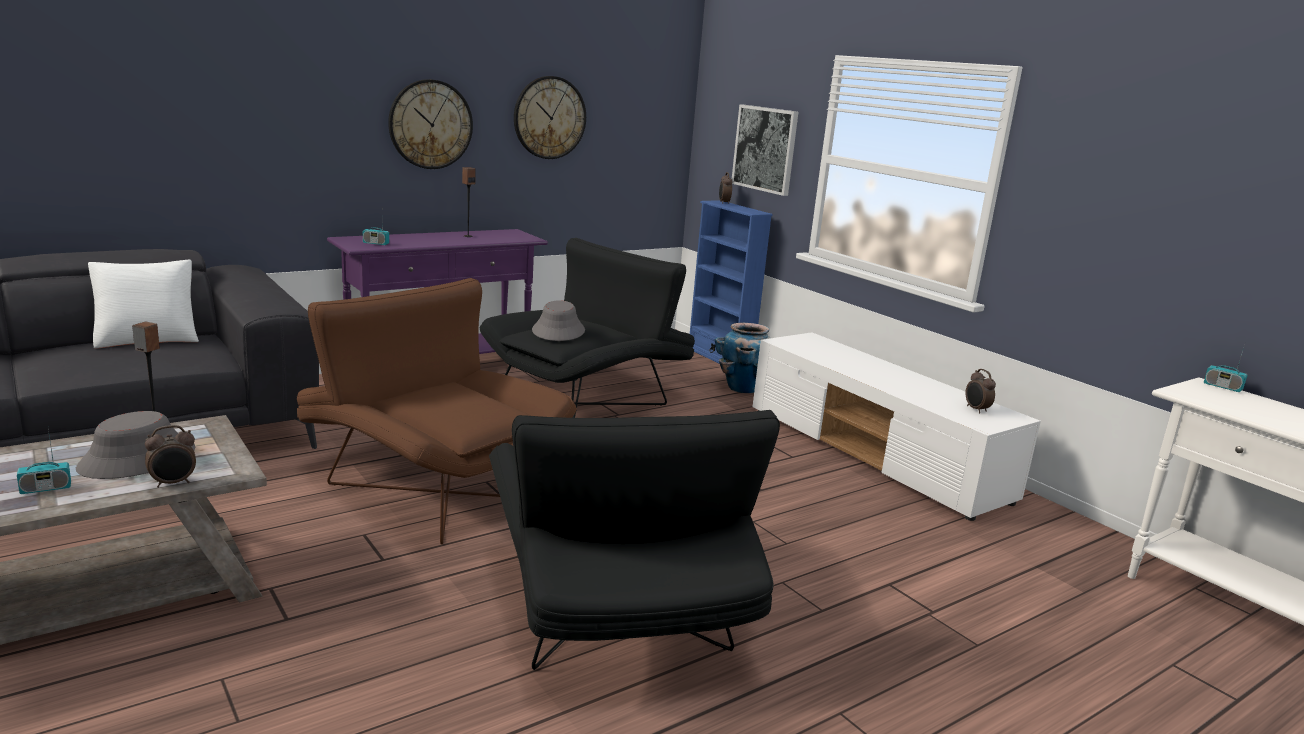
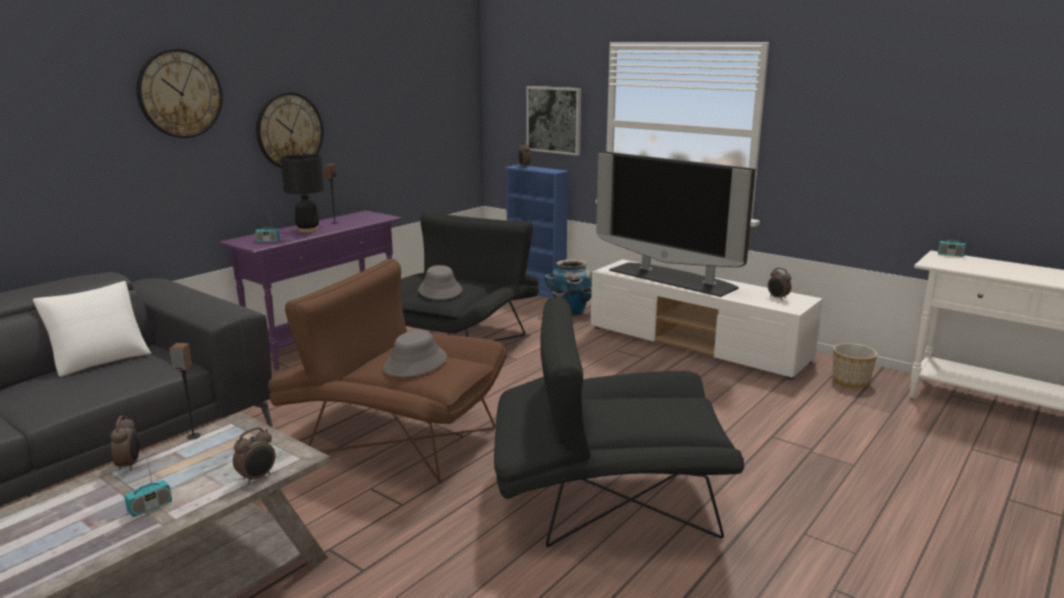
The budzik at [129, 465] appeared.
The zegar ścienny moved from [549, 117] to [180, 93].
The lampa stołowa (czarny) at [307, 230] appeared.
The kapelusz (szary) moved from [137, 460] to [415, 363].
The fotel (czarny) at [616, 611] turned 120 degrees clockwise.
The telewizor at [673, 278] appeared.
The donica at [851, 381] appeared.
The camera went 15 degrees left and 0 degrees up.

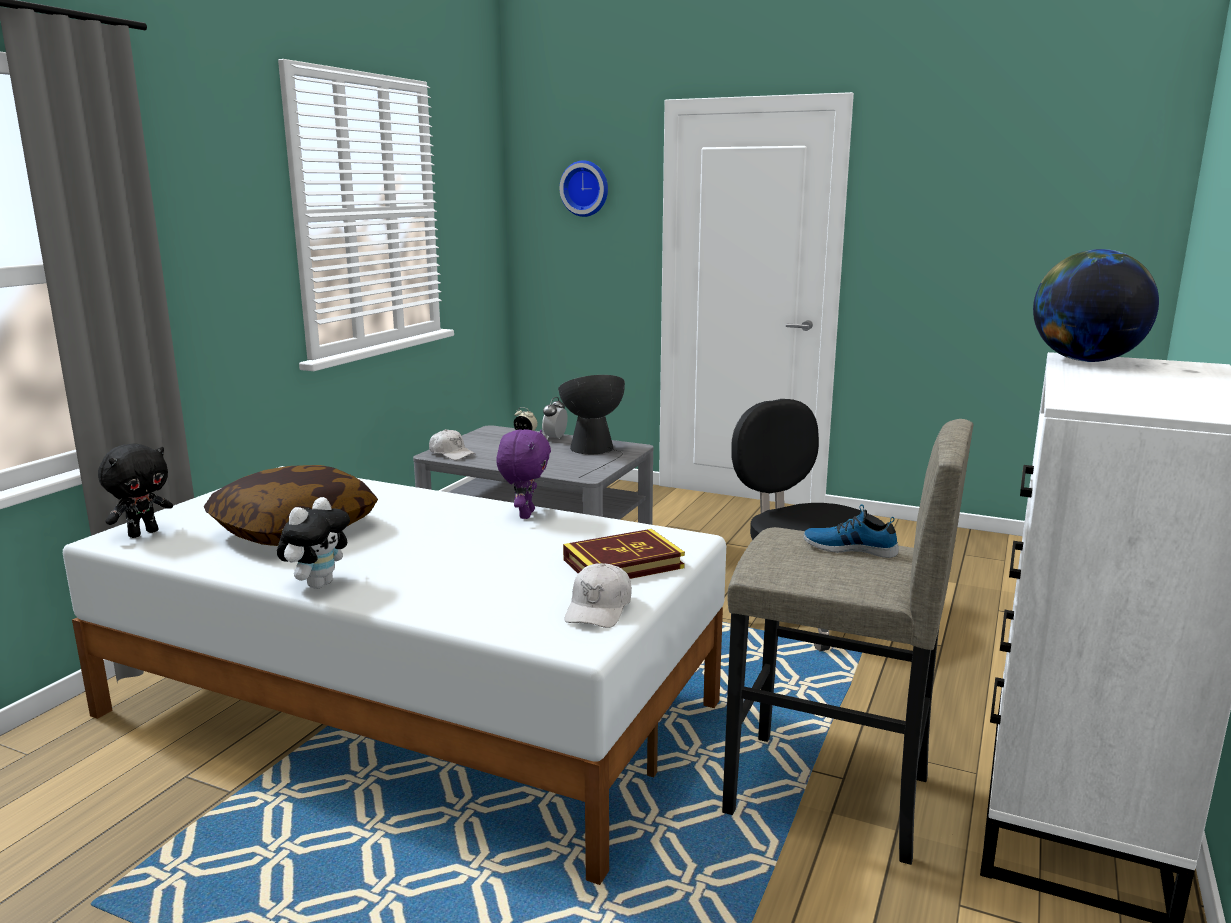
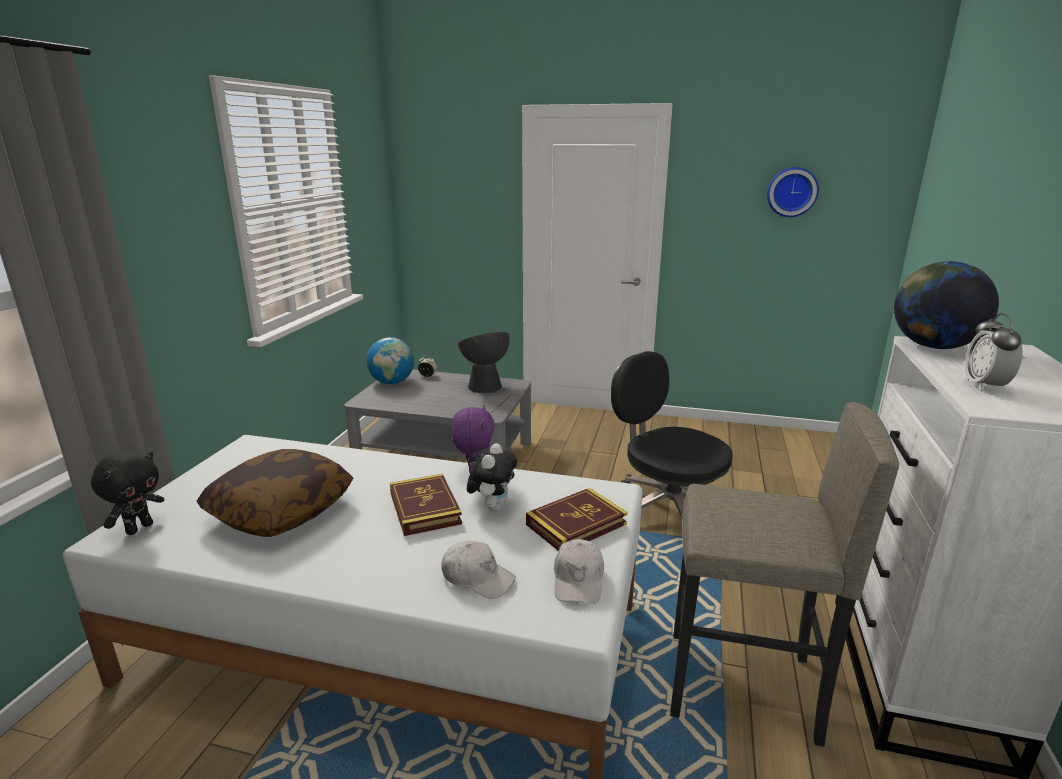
The globus at [392, 382] appeared.
The książka at [424, 508] appeared.
The czapka z daszkiem (biały) moved from [451, 454] to [477, 578].
The pluszak moved from [318, 584] to [493, 506].
The zegar ścienny moved from [585, 188] to [791, 192].
The budzik moved from [555, 438] to [984, 386].
The but at [850, 548] disappeared.
The camera went 10 degrees left and 5 degrees up.

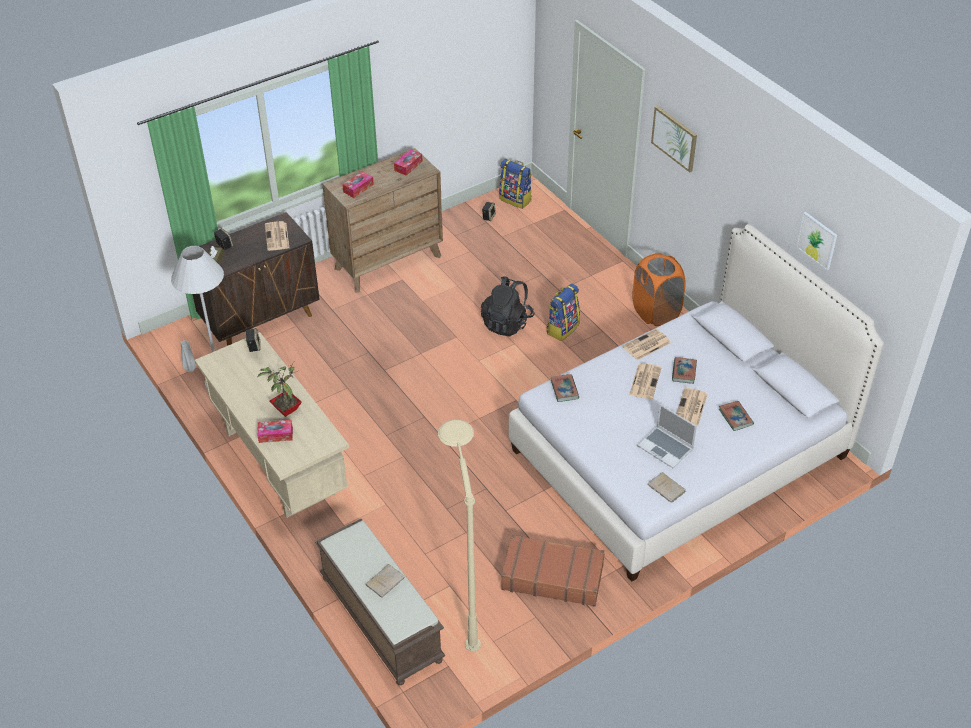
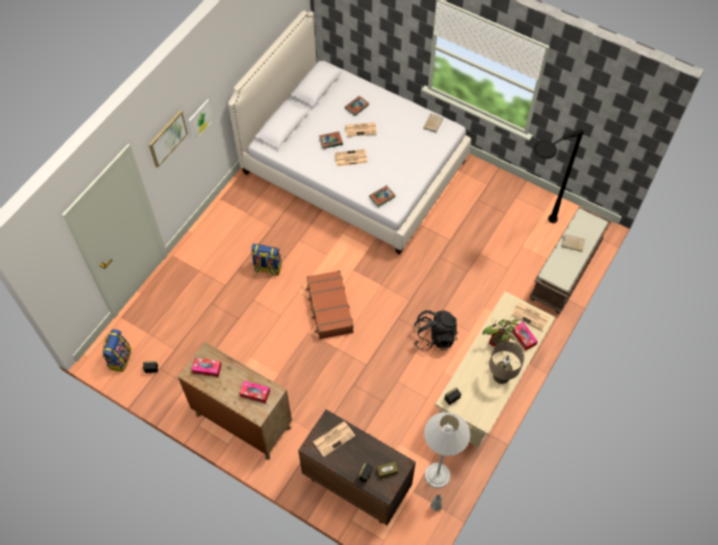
The obraz moved from [817, 240] to [200, 119].
The walizka (brązowy) moved from [552, 577] to [329, 308].
The plecak (czarny) moved from [507, 323] to [434, 337].
The lampa stołowa (beżowy) at [501, 376] appeared.
The gazeta moved from [646, 345] to [531, 316].
The lampa stojąca (beżowy) at [464, 603] became the lampa stojąca (czarny) at [529, 234].
The kosz na pranie (pomarańczowy) at [656, 312] disappeared.
The laptop at [666, 448] disappeared.
The camera went 115 degrees left and 15 degrees up.

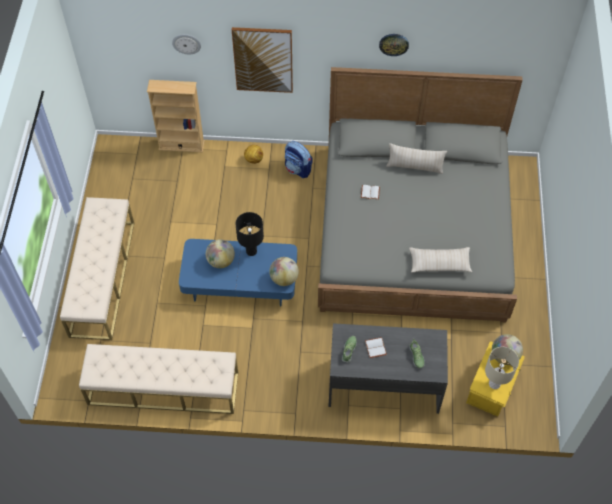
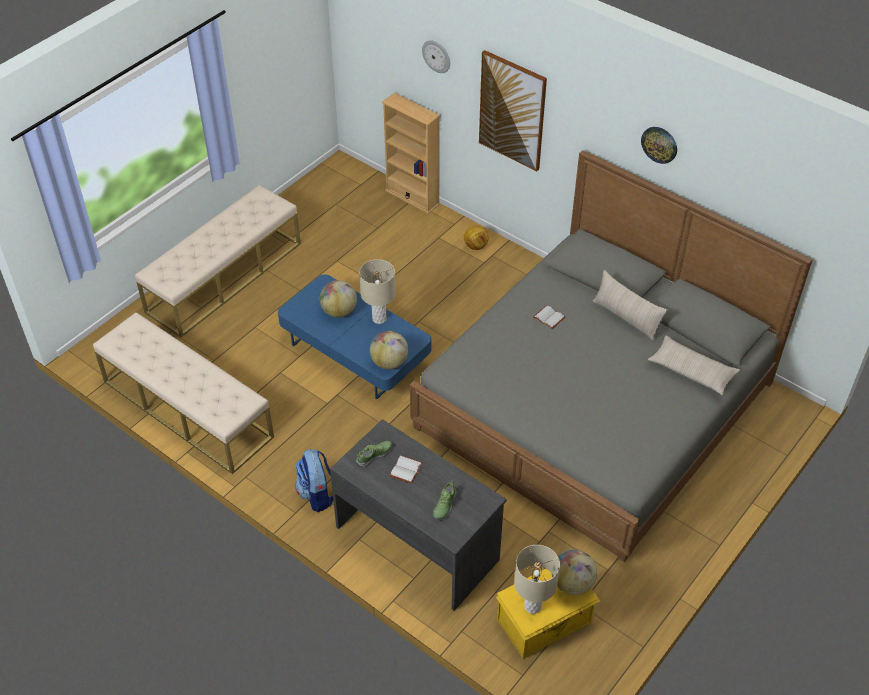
The plecak moved from [298, 169] to [318, 495].
The lampa stołowa (czarny) at [251, 251] became the lampa stołowa (beżowy) at [379, 319].
The poduszka (beżowy) moved from [439, 263] to [692, 371].
The camera went 35 degrees right and 10 degrees down.

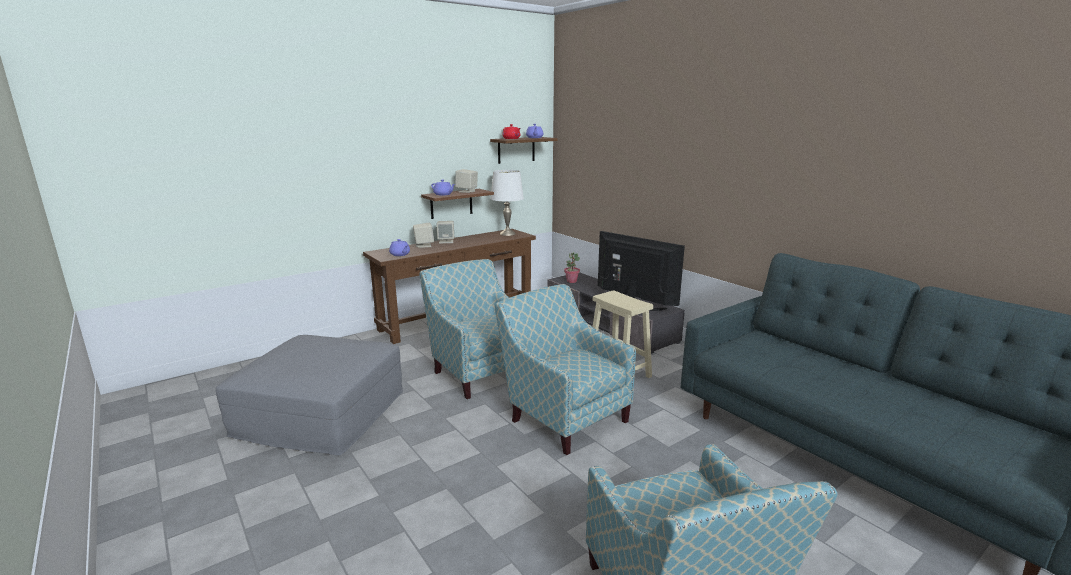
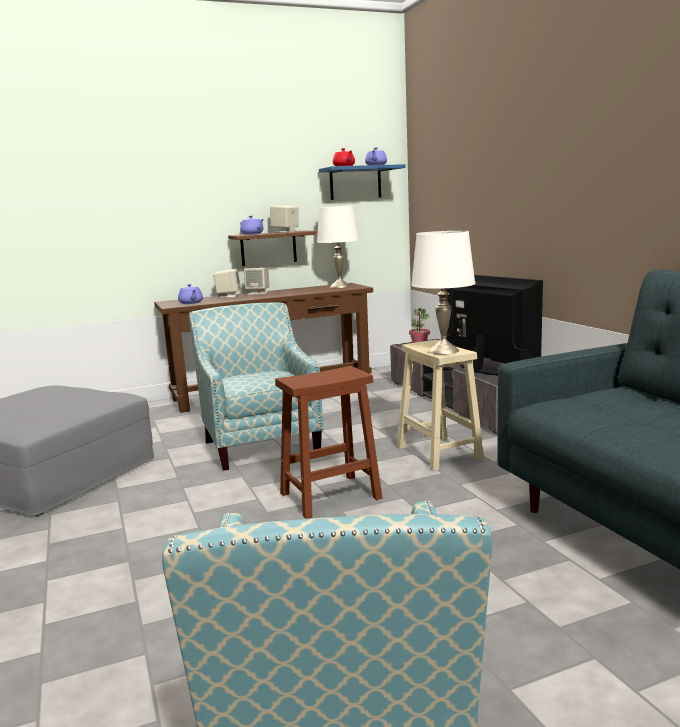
The fotel at [563, 416] was replaced by the stołek (brązowy) at [331, 495].
The półka (brązowy) at [516, 150] became the półka (niebieski) at [355, 183].
The lampa stołowa (biały) at [444, 351] appeared.
The camera went 15 degrees right and 5 degrees down.

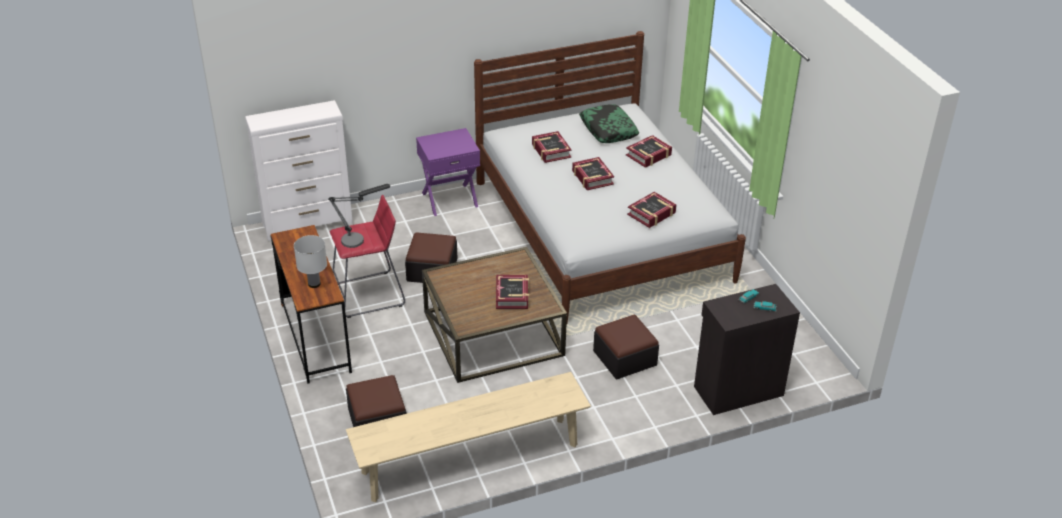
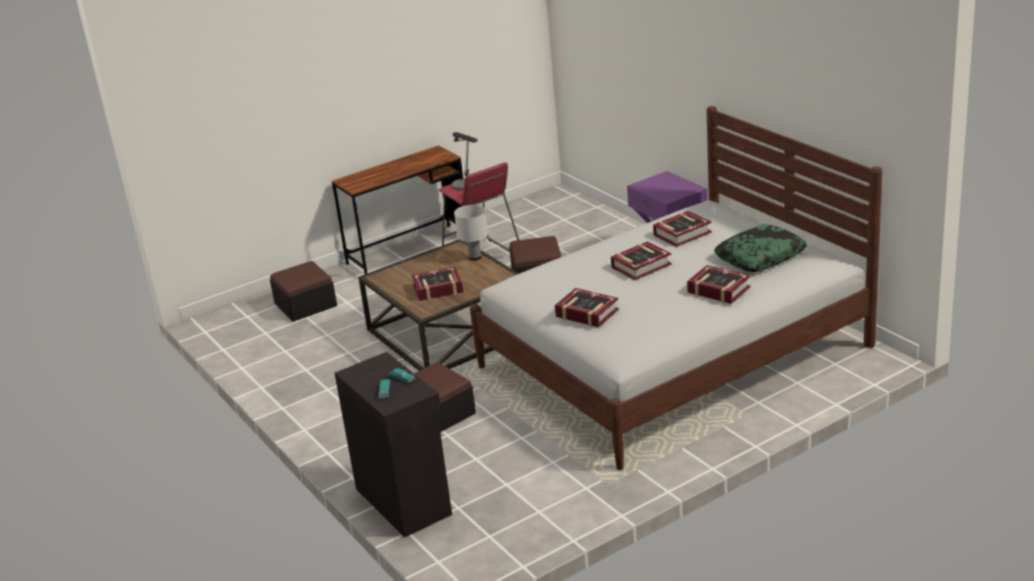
The lampa stołowa (biały) moved from [314, 284] to [474, 257].
The komoda (biały) at [308, 224] disappeared.
The ławka (beżowy) at [470, 459] disappeared.
The camera went 80 degrees right and 10 degrees down.

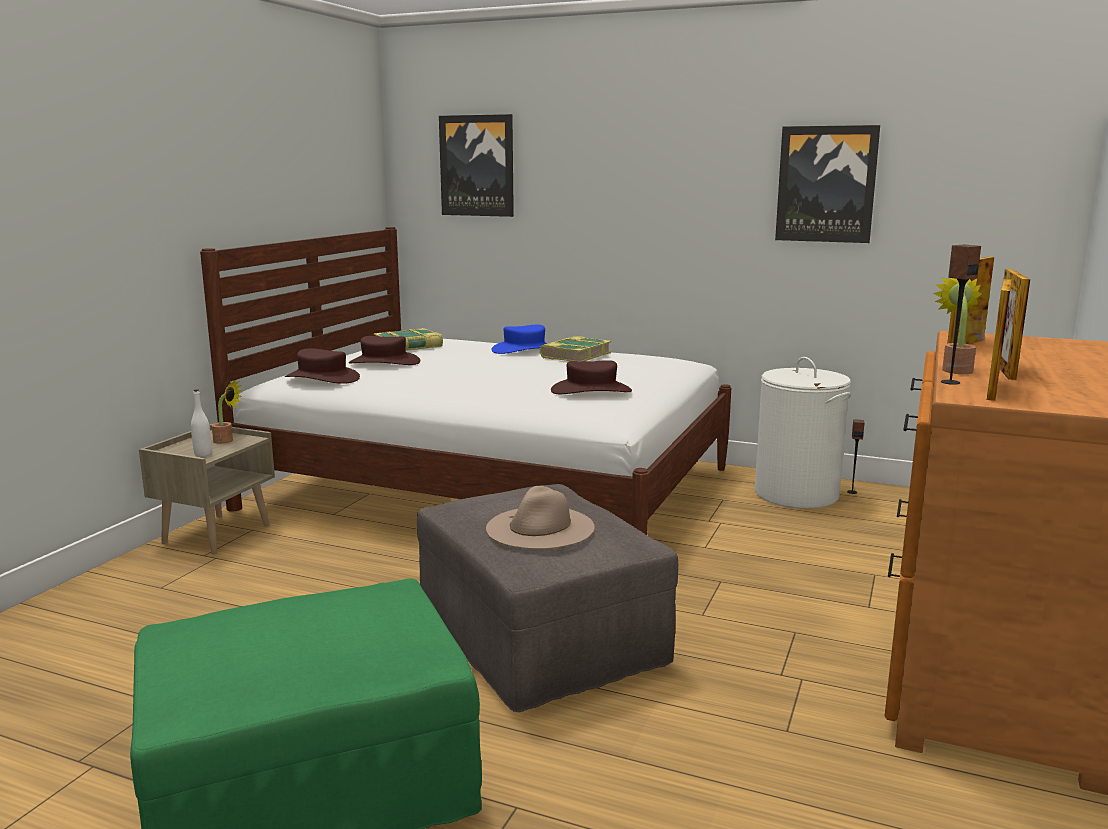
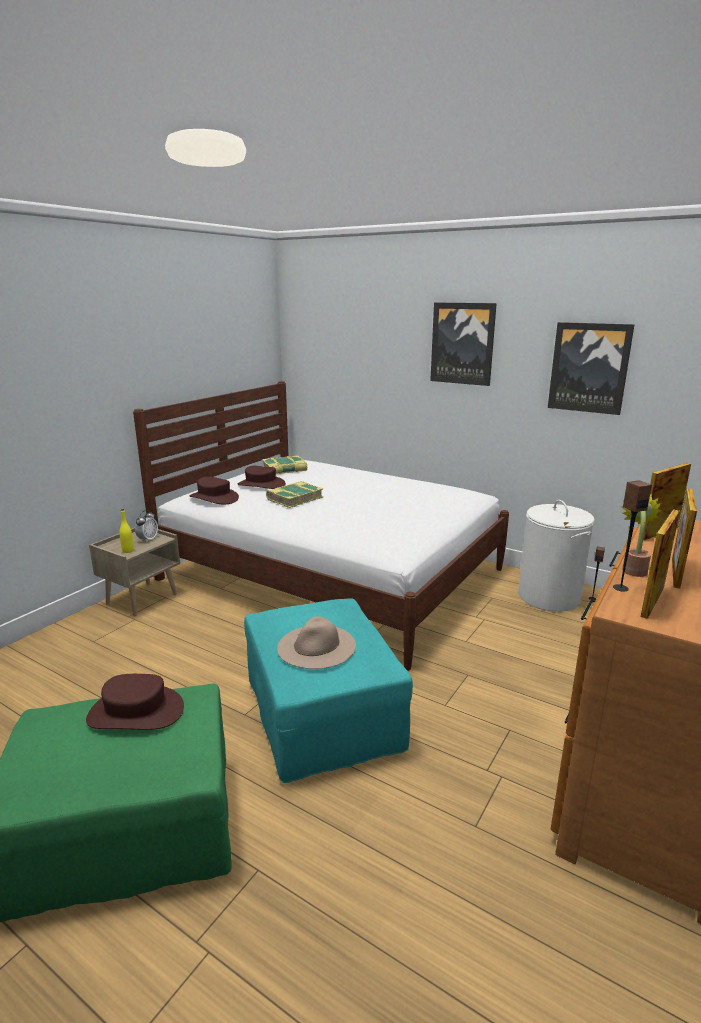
The kapelusz (brązowy) moved from [591, 390] to [136, 712].
The butelka (biały) at [203, 454] became the butelka (żółty) at [128, 551].
The roślina doniczkowa at [227, 441] was replaced by the budzik at [148, 539].
The pufa (szary) at [542, 639] became the pufa (turkusowy) at [324, 715].
The książka moved from [575, 355] to [294, 498].
The obraz moved from [477, 166] to [462, 343].
The kapelusz (niebieski) at [524, 350] disappeared.
The camera went 10 degrees right and 5 degrees up.

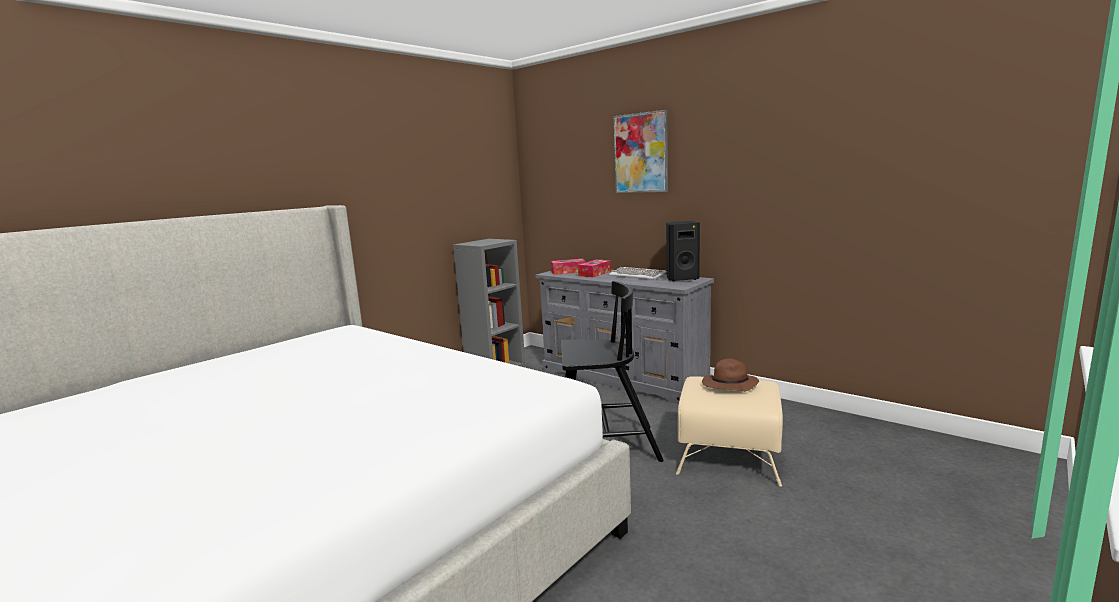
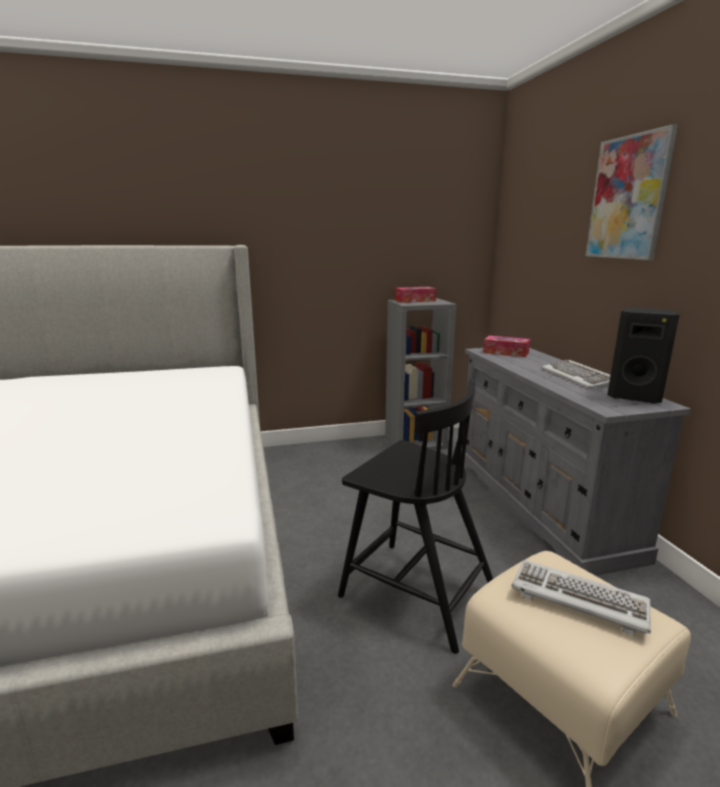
The pudełko chusteczek moved from [595, 273] to [415, 300].
The kapelusz (brązowy) at [729, 385] was replaced by the klawiatura at [578, 599].
The camera went 35 degrees right and 5 degrees up.

